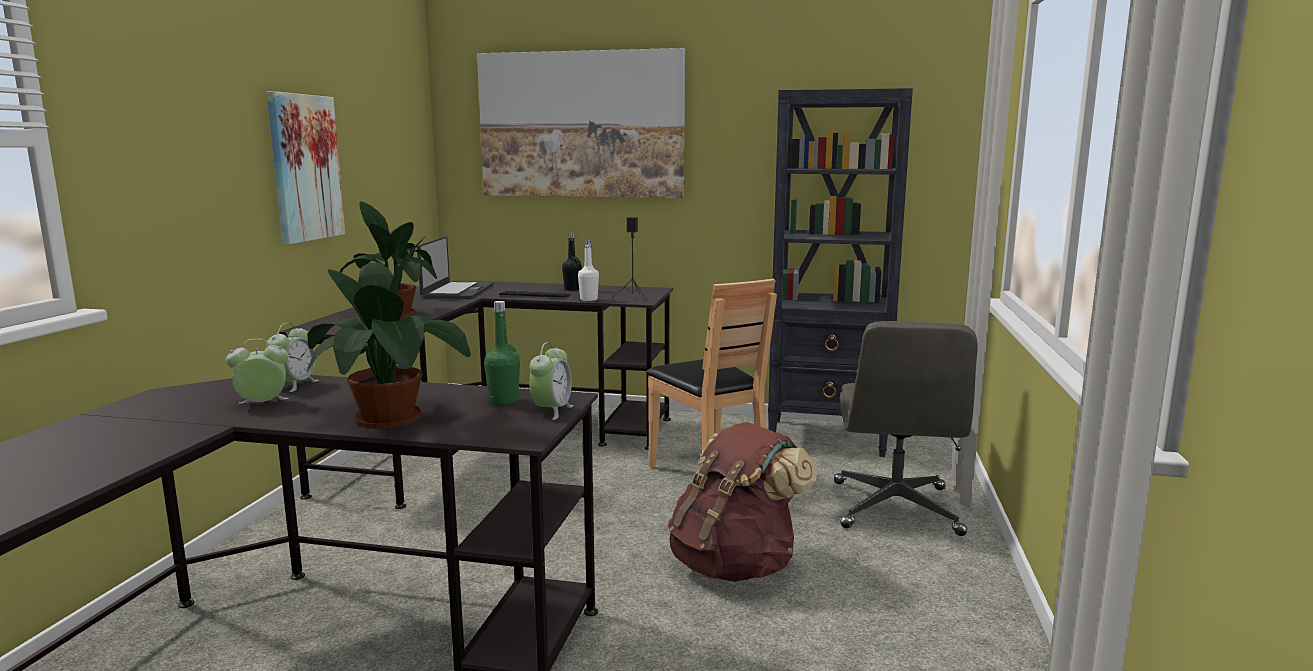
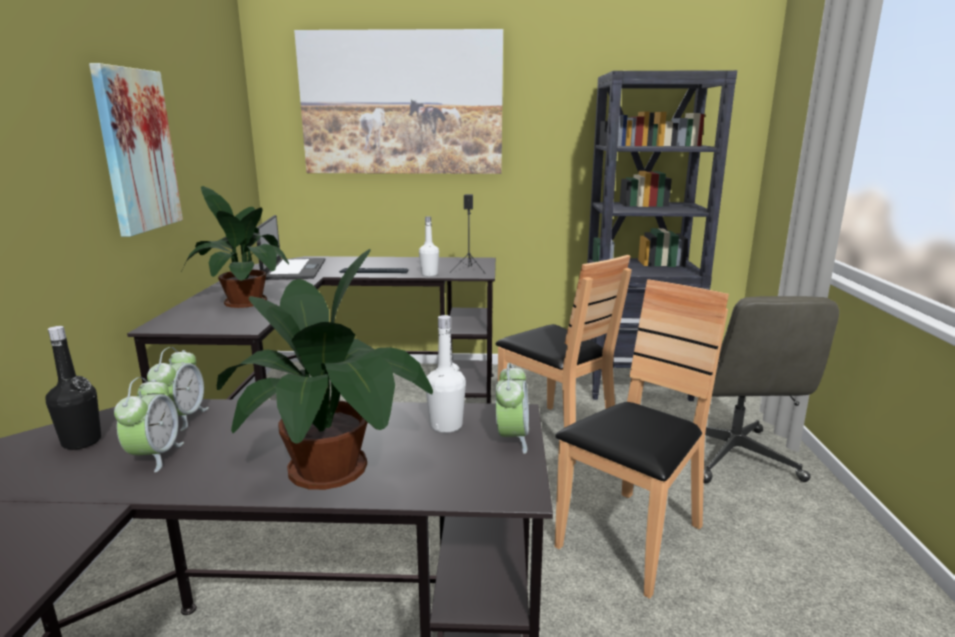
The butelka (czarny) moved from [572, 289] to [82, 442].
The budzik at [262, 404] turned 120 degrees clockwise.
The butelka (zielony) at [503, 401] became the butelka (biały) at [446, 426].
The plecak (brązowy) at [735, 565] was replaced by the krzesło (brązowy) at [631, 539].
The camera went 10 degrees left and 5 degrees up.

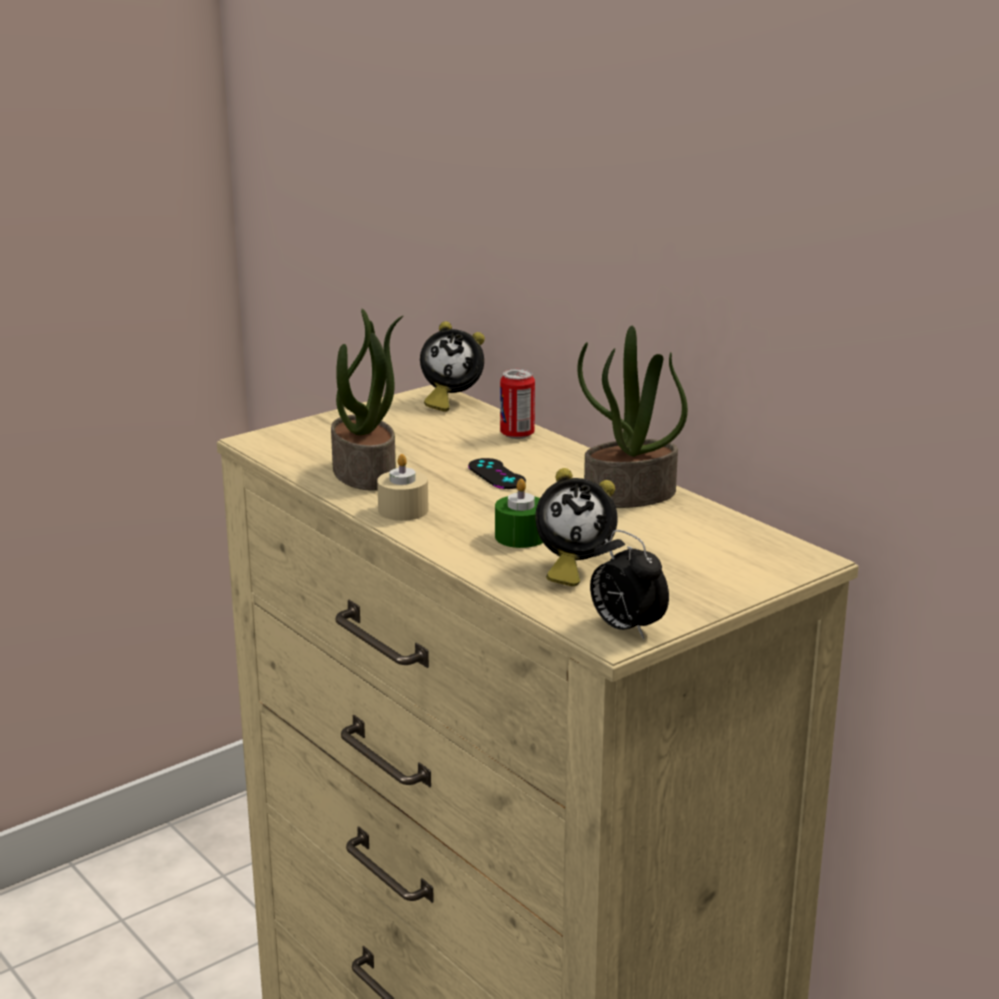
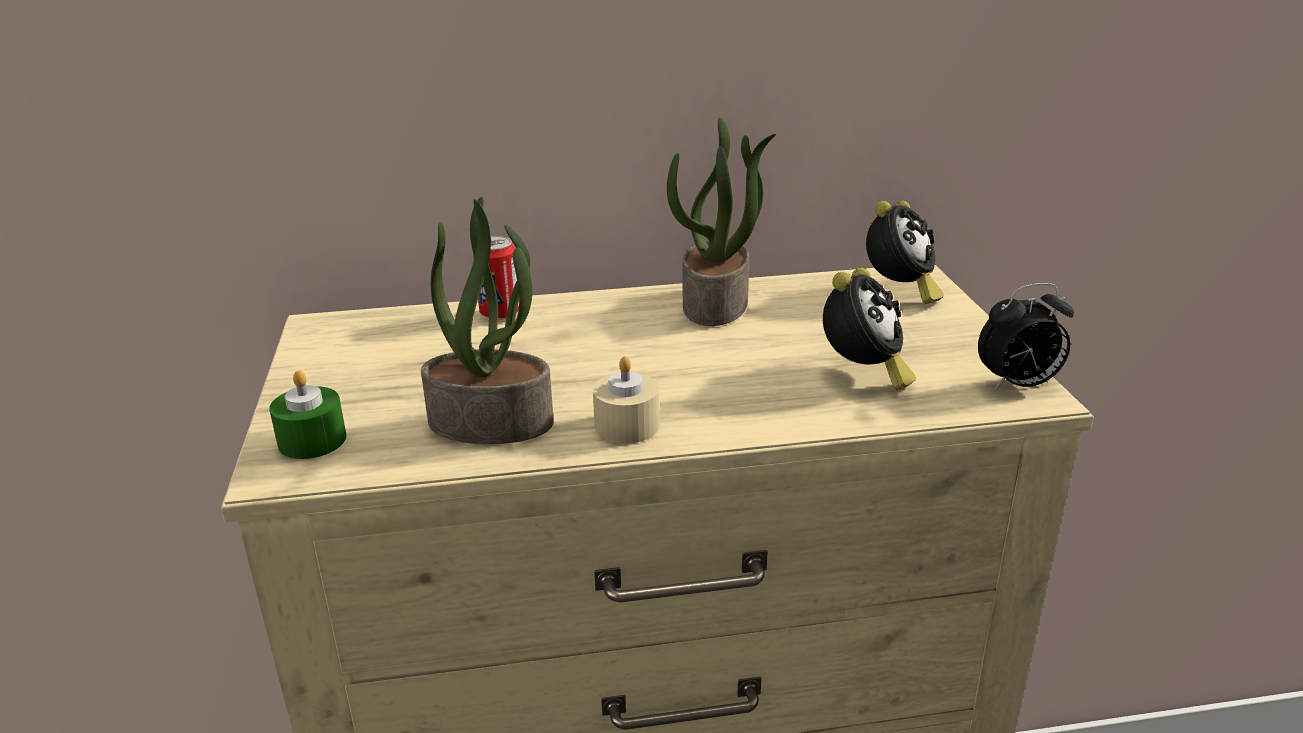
The świeca (zielony) moved from [520, 536] to [312, 440].
The budzik moved from [450, 401] to [899, 292].
The pad do gier (czarny) at [496, 474] disappeared.
The camera went 60 degrees left and 5 degrees up.

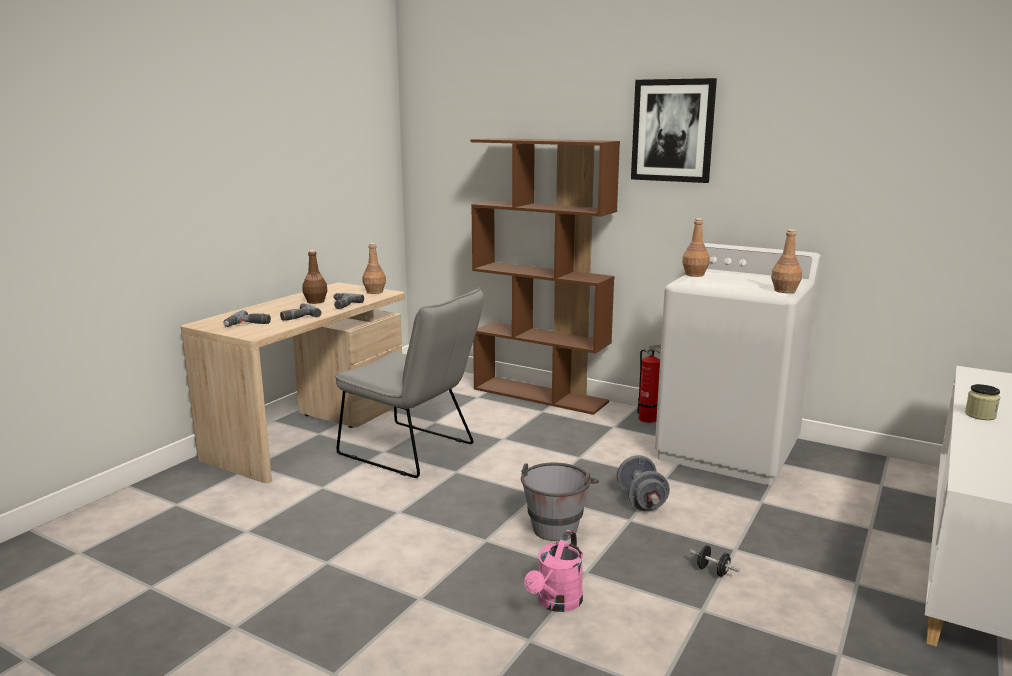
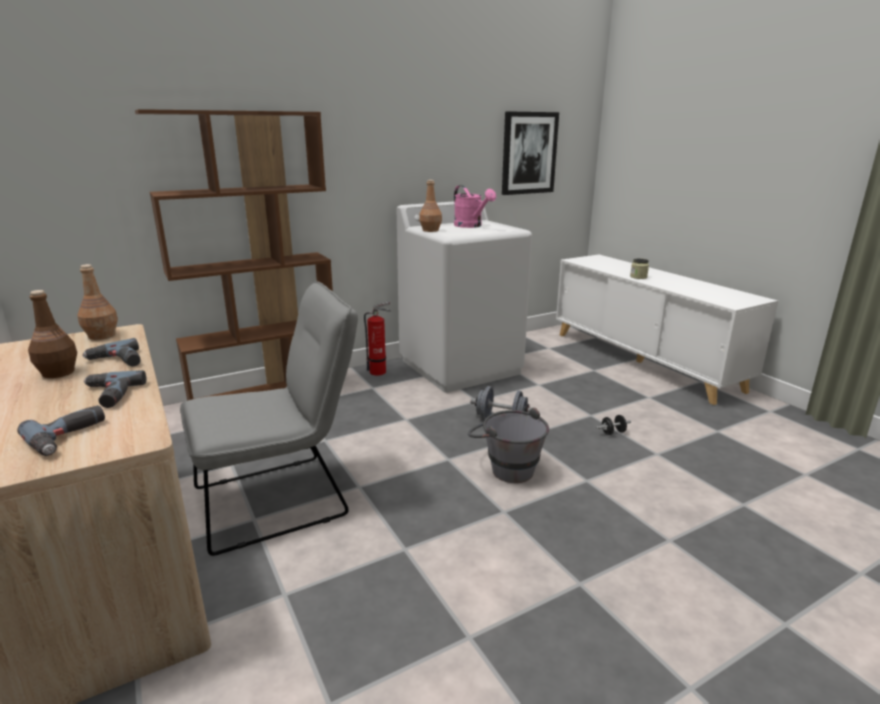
The konewka (różowy) moved from [556, 603] to [471, 226].
The obraz moved from [673, 130] to [529, 153].
The butelka (brązowy) at [785, 291] disappeared.
The camera went 60 degrees left and 5 degrees up.

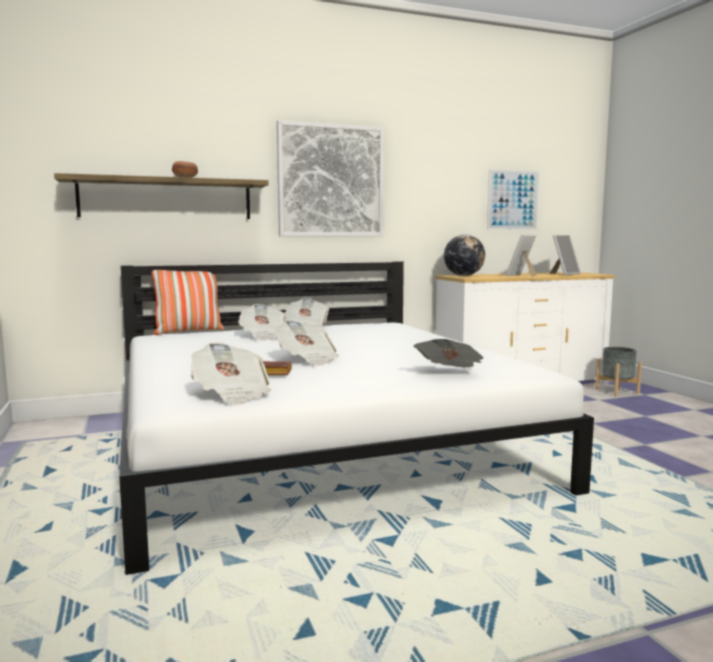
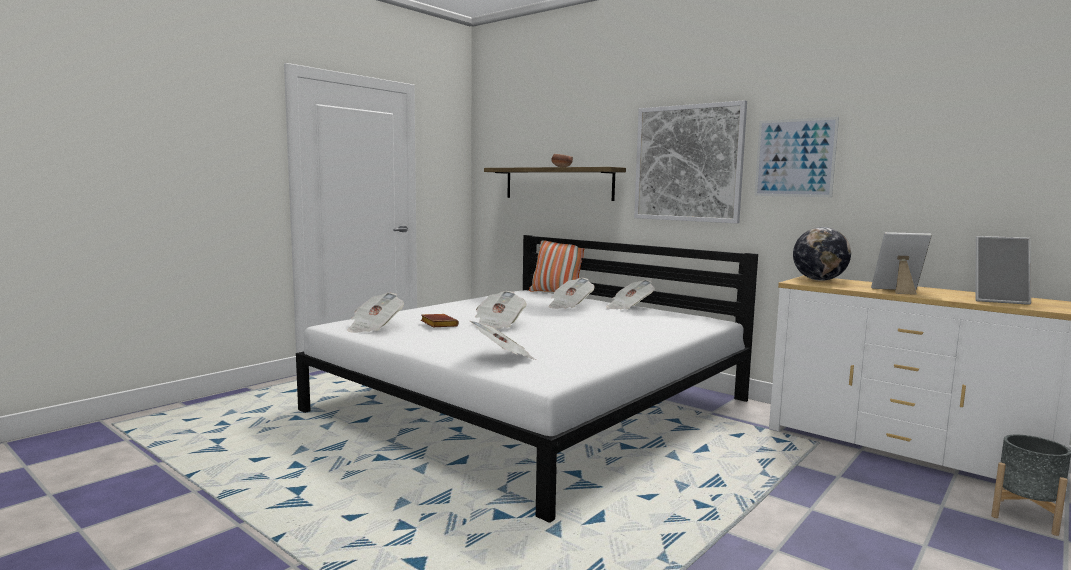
The obraz moved from [513, 200] to [795, 158].
The camera went 60 degrees right and 0 degrees up.

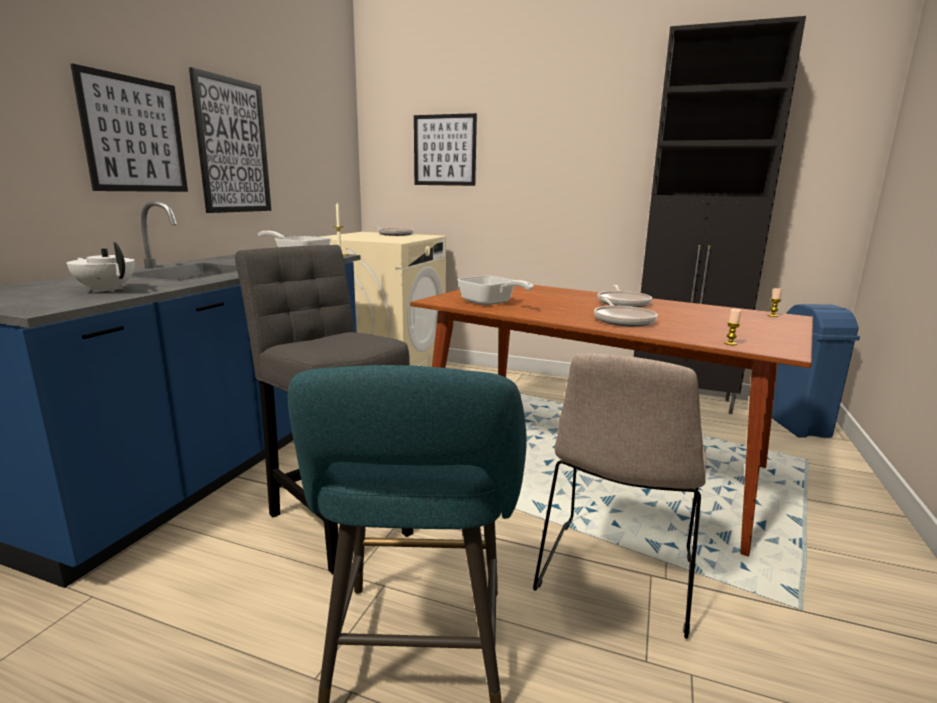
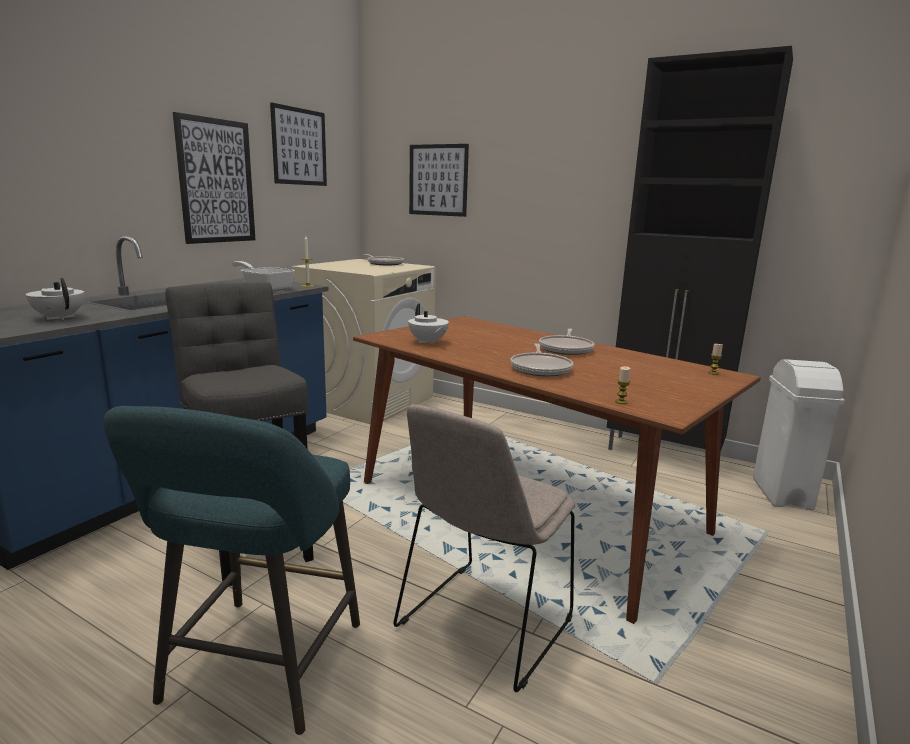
The obraz moved from [135, 135] to [299, 147].
The patelnia at [490, 303] was replaced by the imbryk (biały) at [428, 342].
The kosz na śmieci (niebieski) at [798, 426] became the kosz na śmieci (biały) at [781, 494].
The camera went 10 degrees right and 0 degrees up.

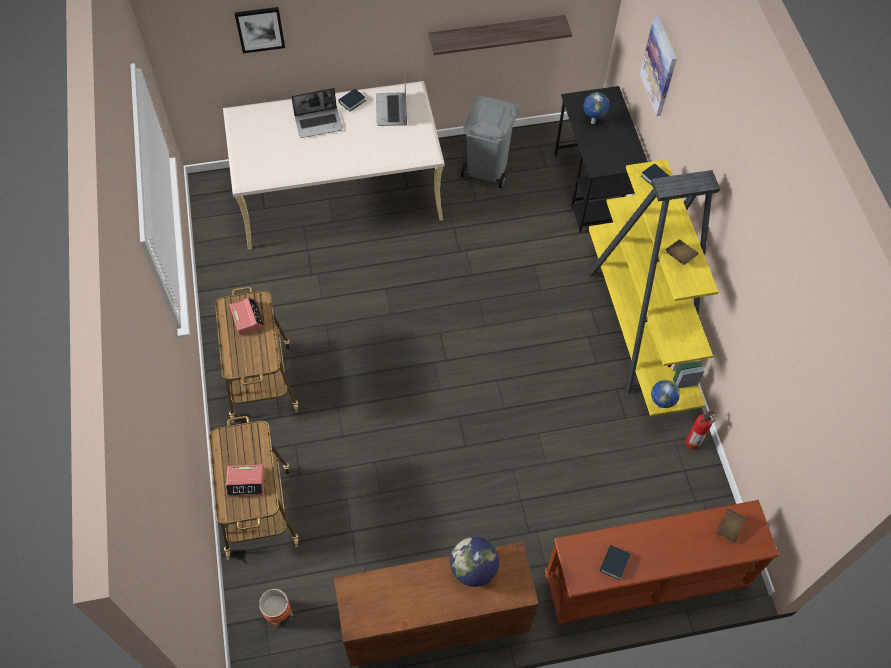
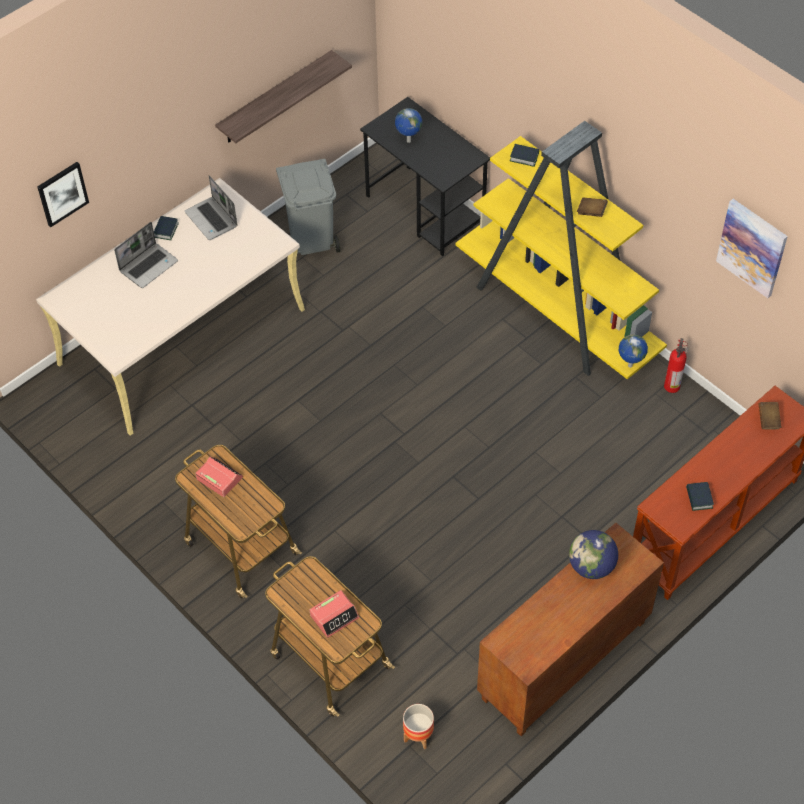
The obraz moved from [659, 66] to [752, 247].
The camera went 30 degrees left and 5 degrees down.

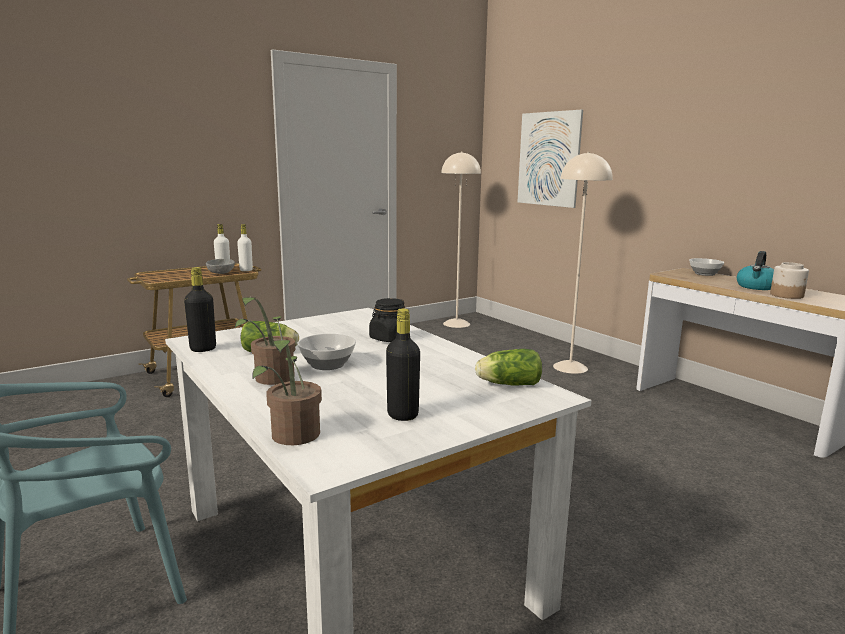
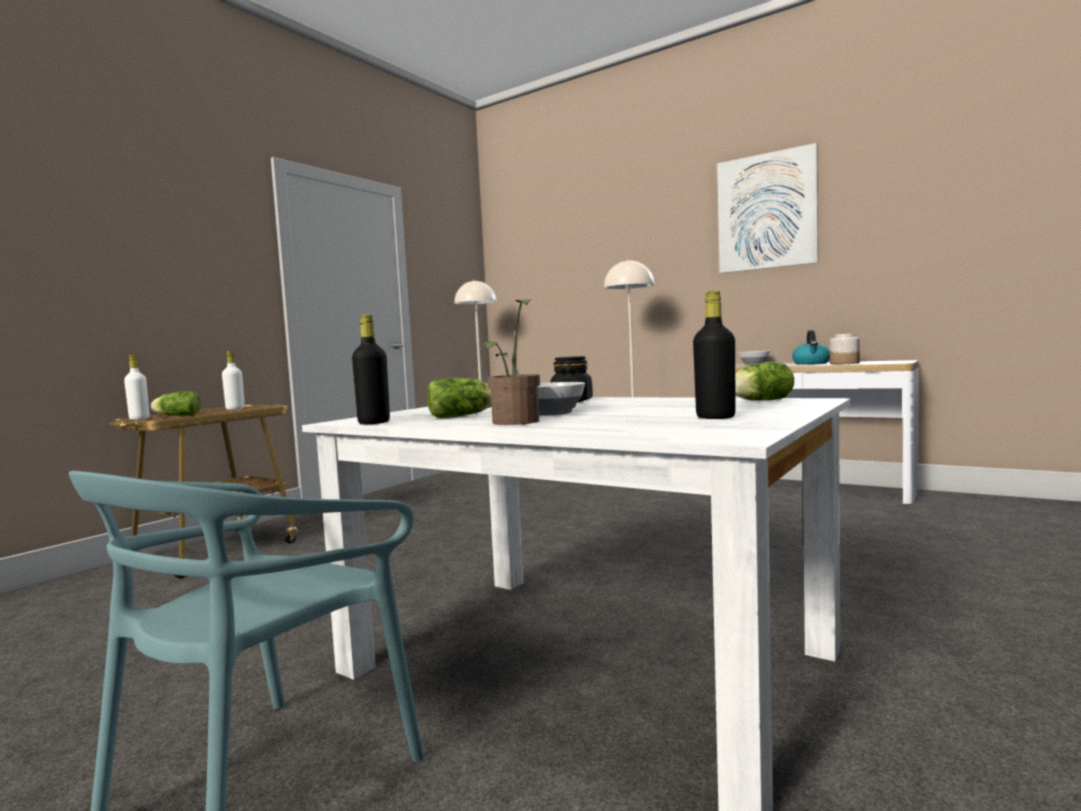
The butelka (biały) moved from [246, 270] to [139, 419].
The sałata at [176, 416] appeared.
The obraz moved from [549, 159] to [766, 211].
The miska (szary) at [221, 273] disappeared.
The roślina doniczkowa at [293, 437] disappeared.
The camera went 20 degrees left and 10 degrees down.

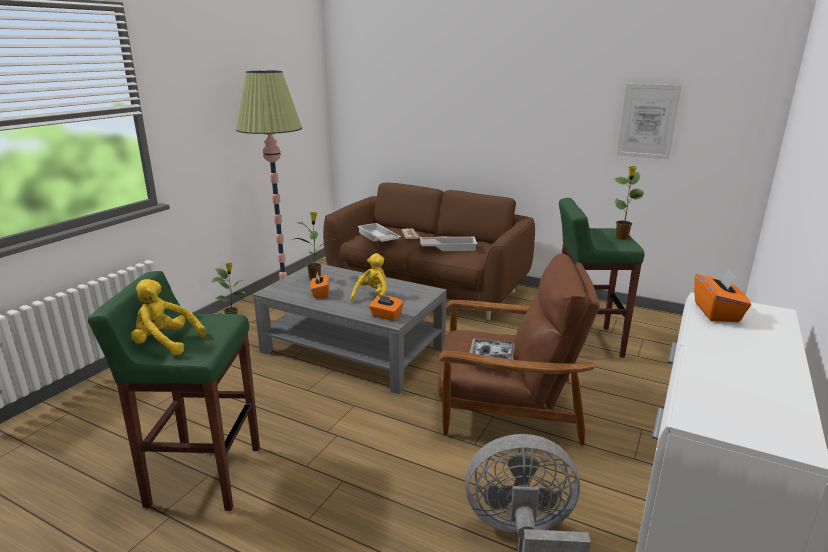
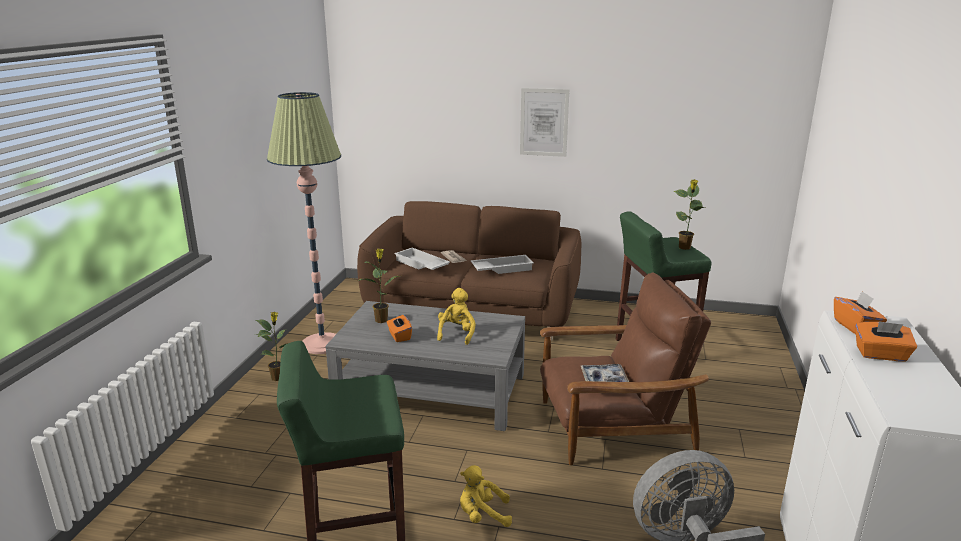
The pluszak (żółty) moved from [165, 343] to [482, 515].
The obraz moved from [648, 121] to [544, 122].
The pudełko chusteczek (pomarańczowy) moved from [386, 316] to [881, 355].
The camera went 15 degrees left and 0 degrees up.

